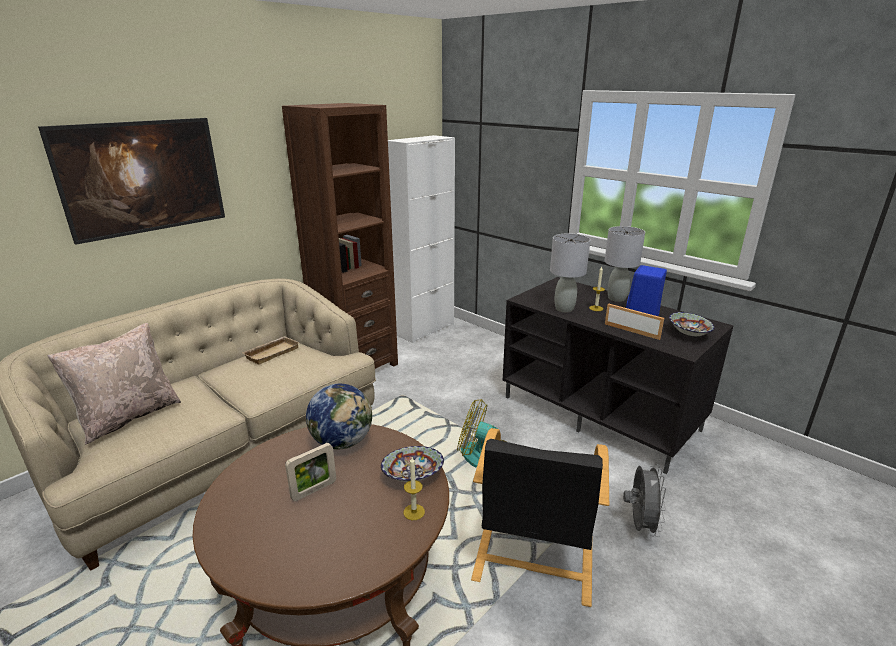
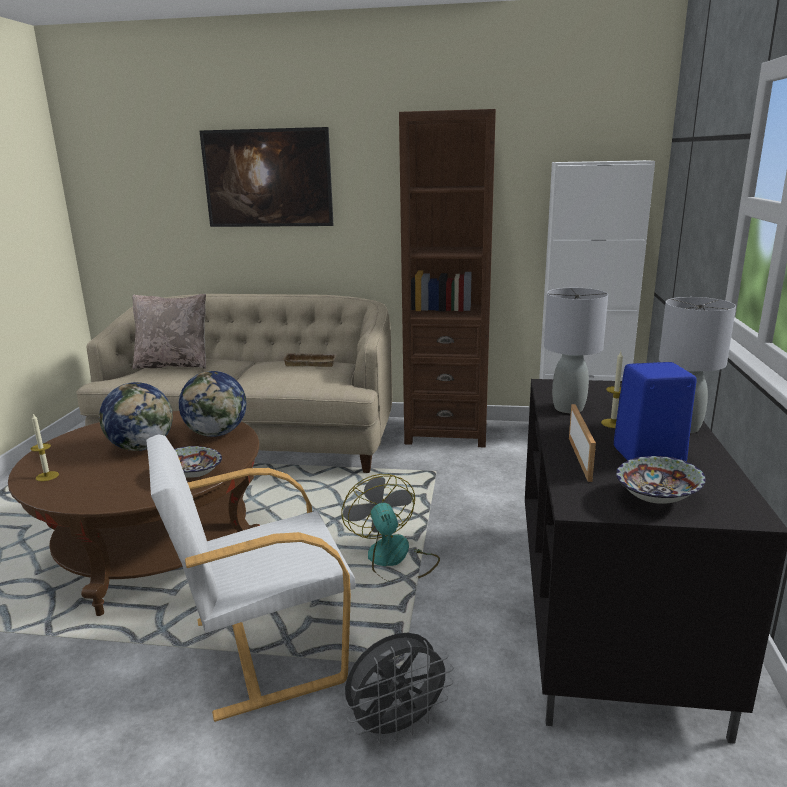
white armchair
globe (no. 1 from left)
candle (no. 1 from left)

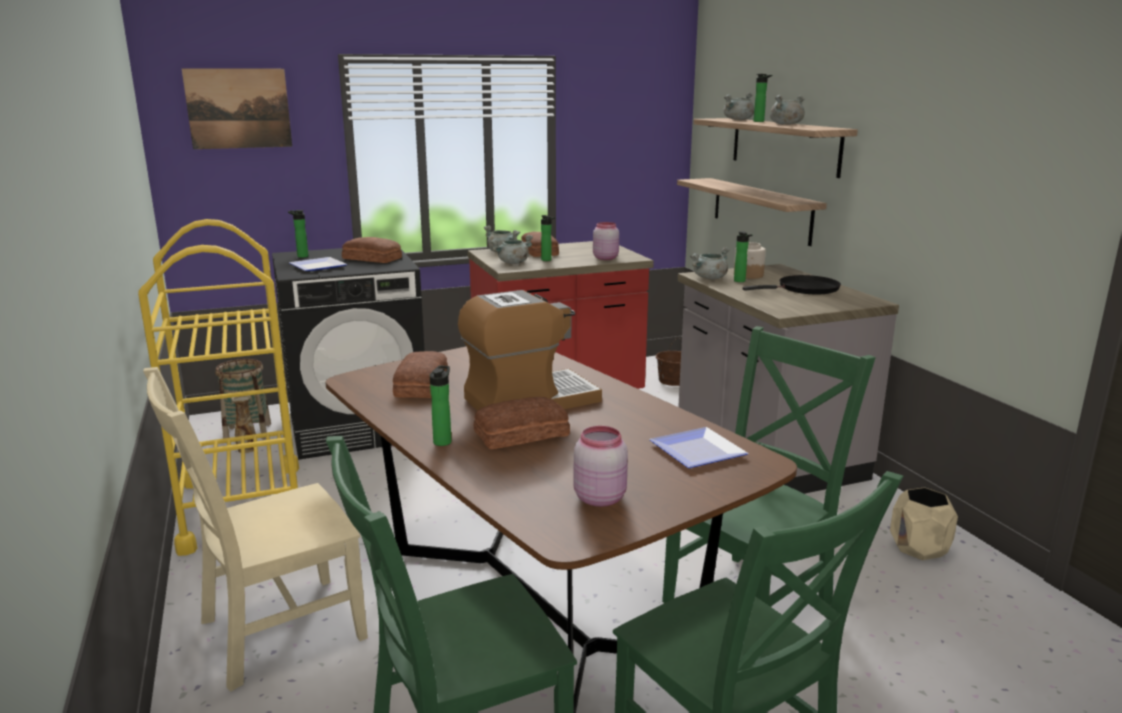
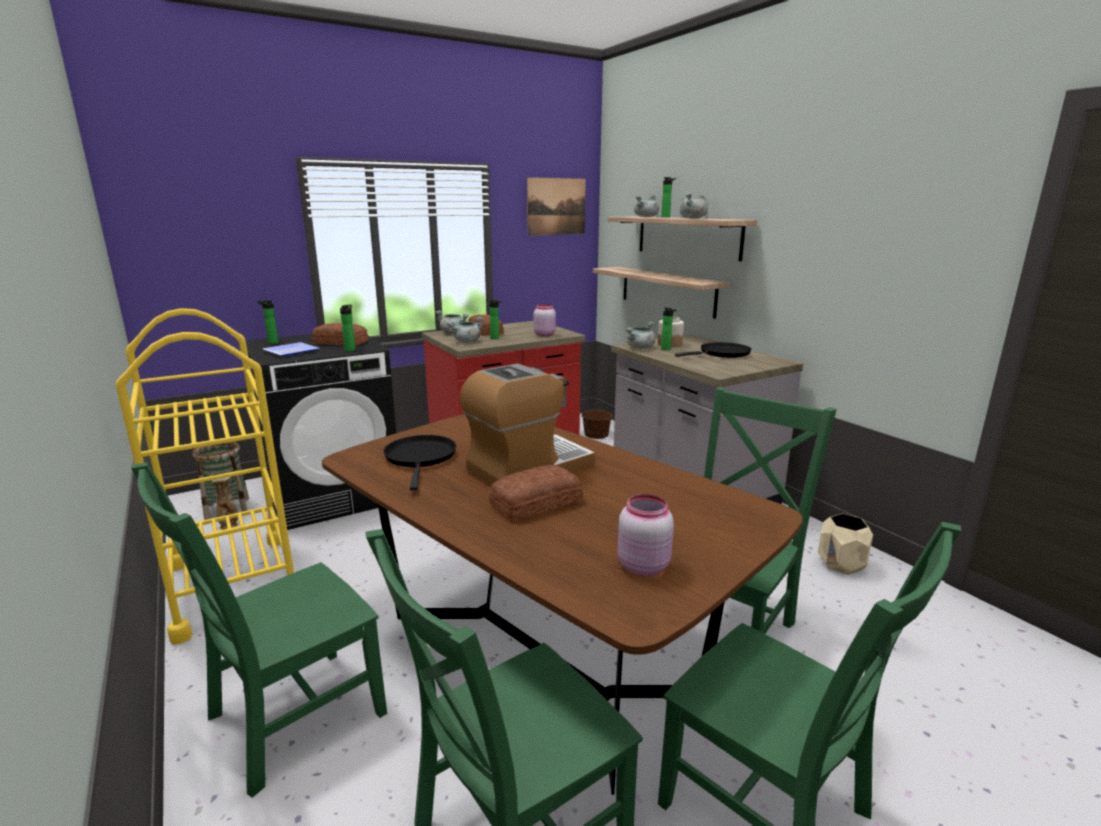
picture
black frying pan (no. 1 from left)
bottle (no. 2 from left)
green chair (no. 1 from left)
plate (no. 2 from left in the first image)

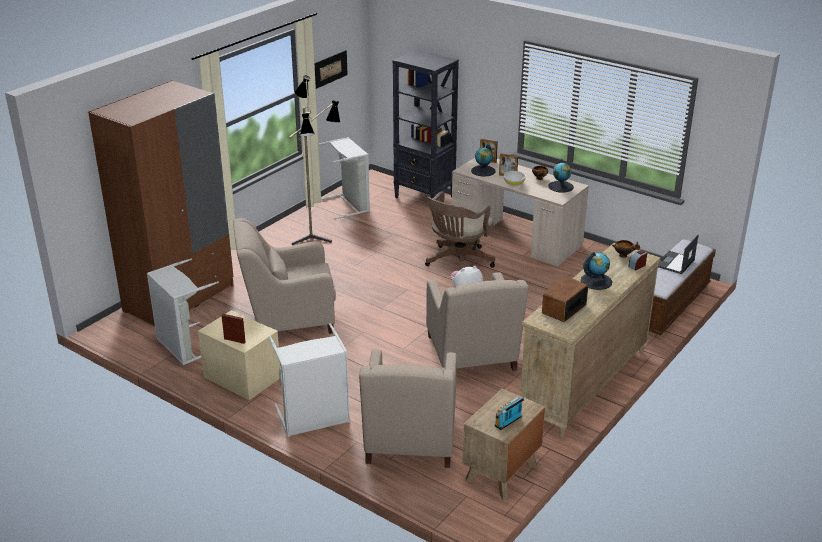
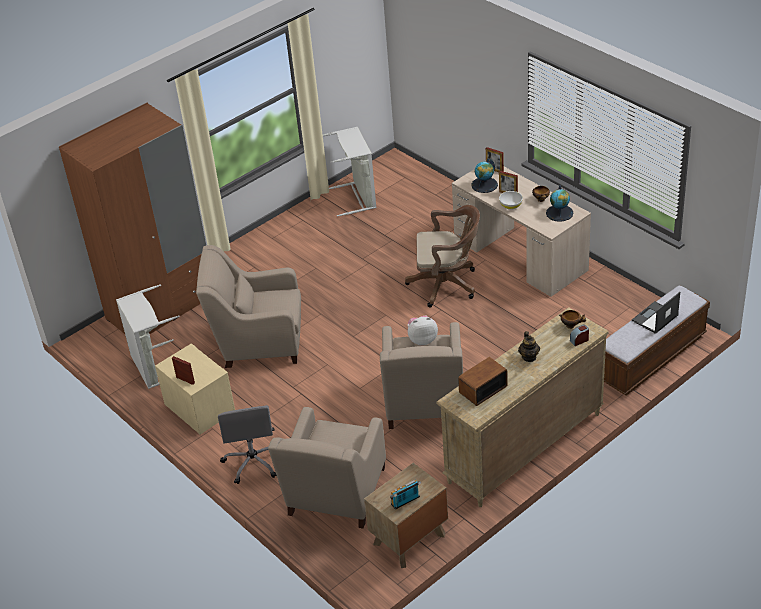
picture
black bookcase
floor lamp
brown office chair
teapot
grey office chair

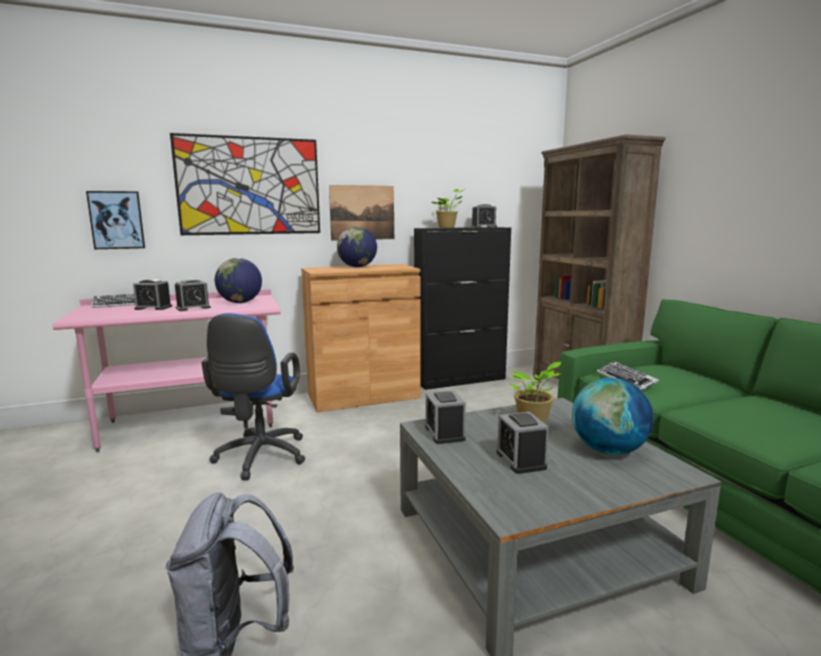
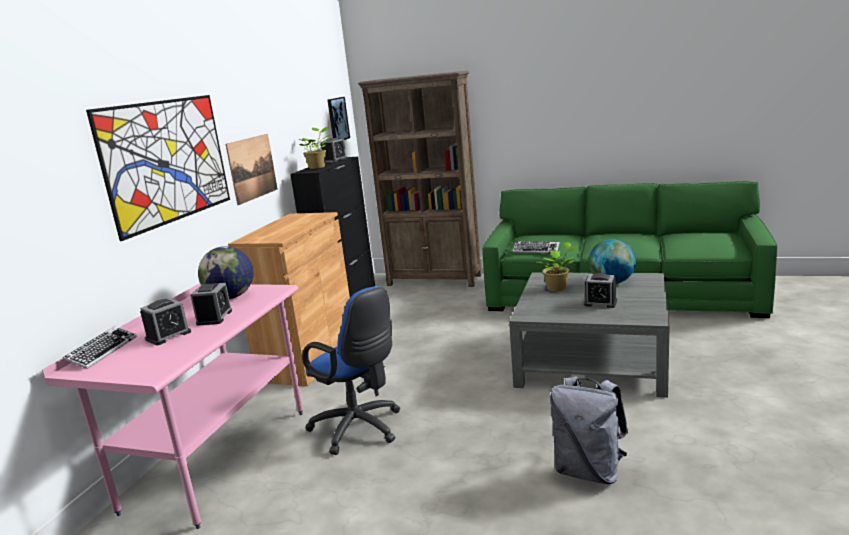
picture (no. 3 from left)
globe (no. 2 from left in the first image)
alarm clock (no. 3 from left in the first image)

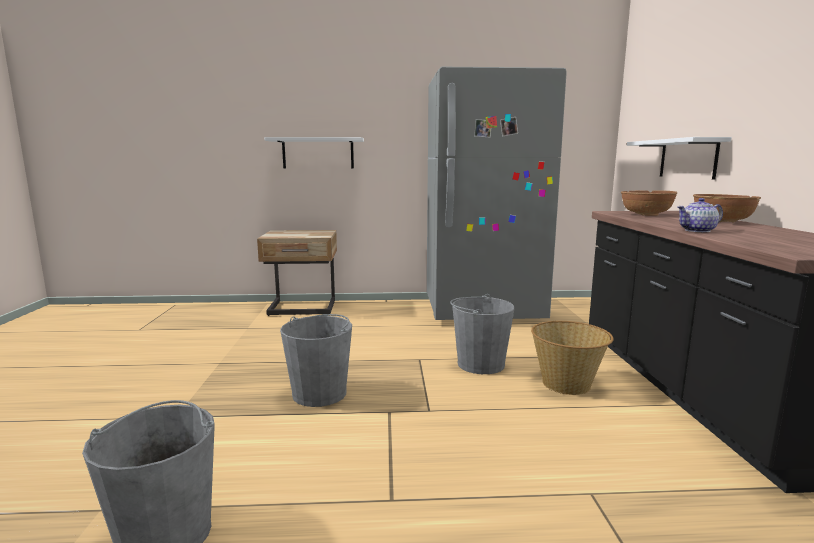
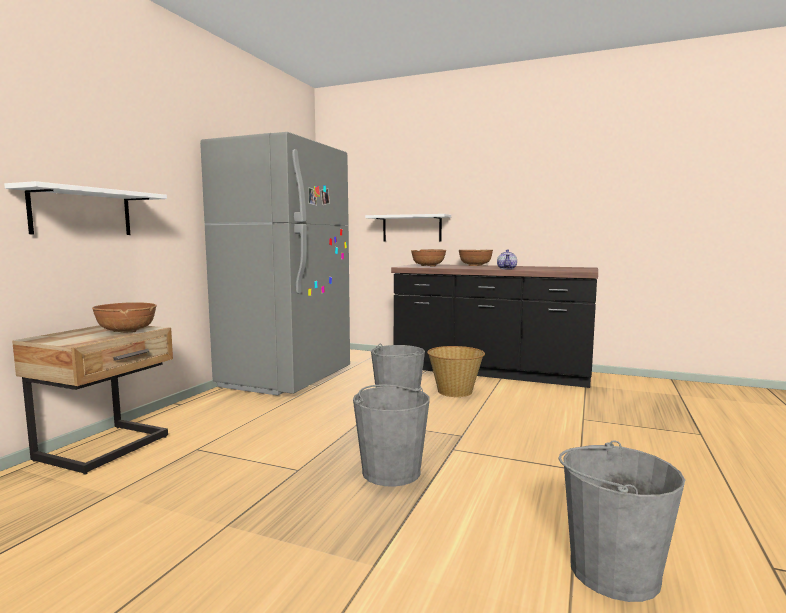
brown bowl (no. 1 from left)

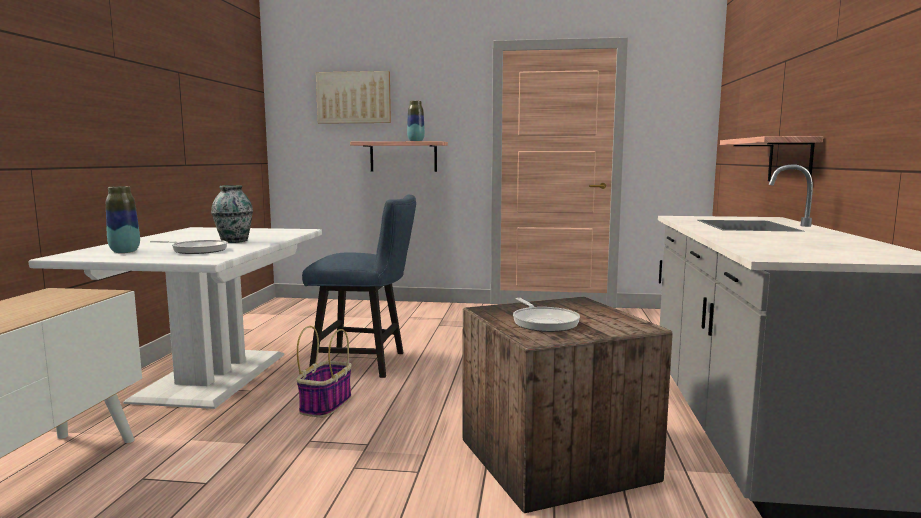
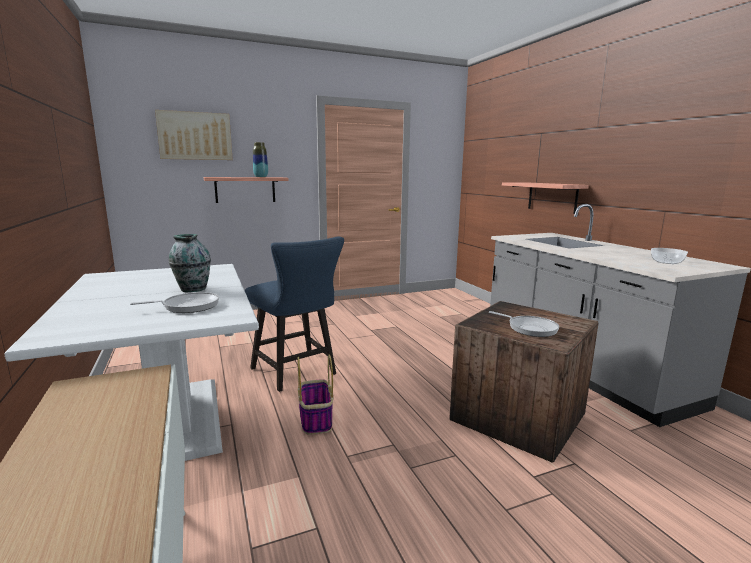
vase (no. 1 from left in the first image)
blue chair
bowl

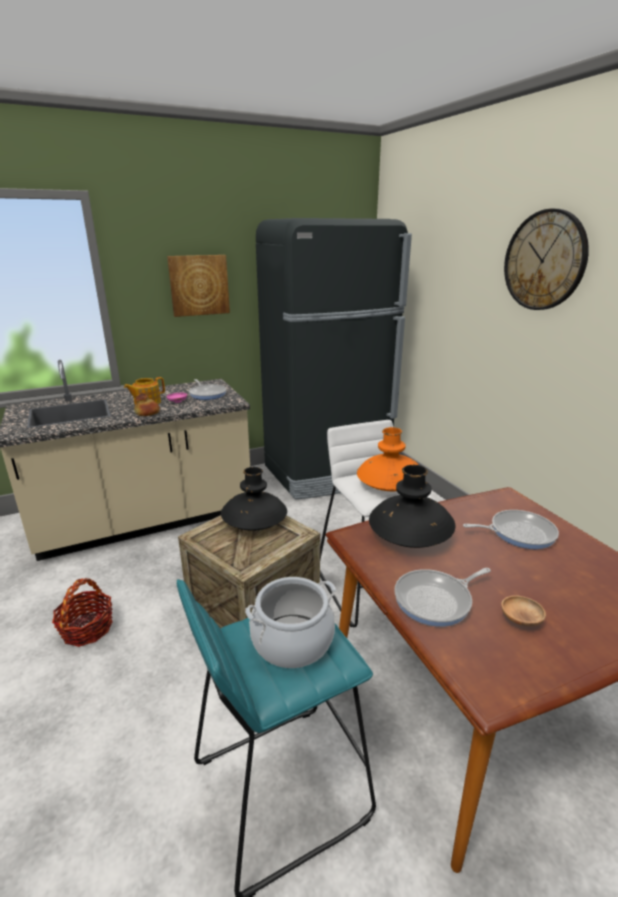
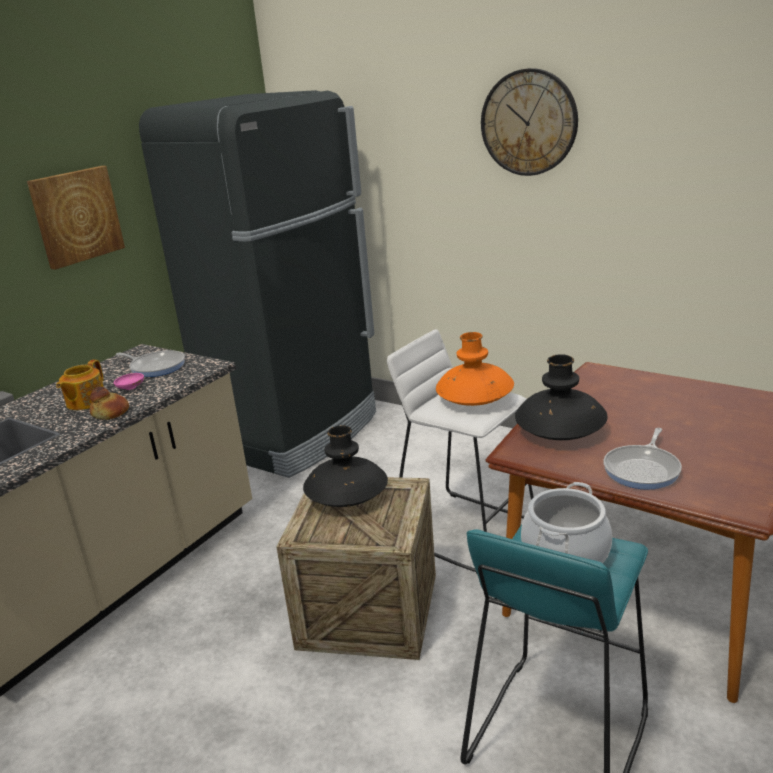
frying pan (no. 3 from left in the first image)
basket
brown bowl

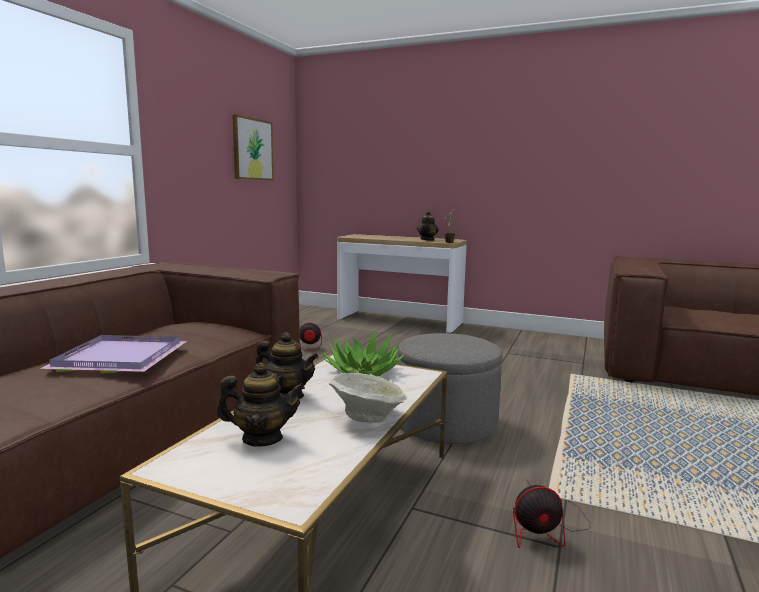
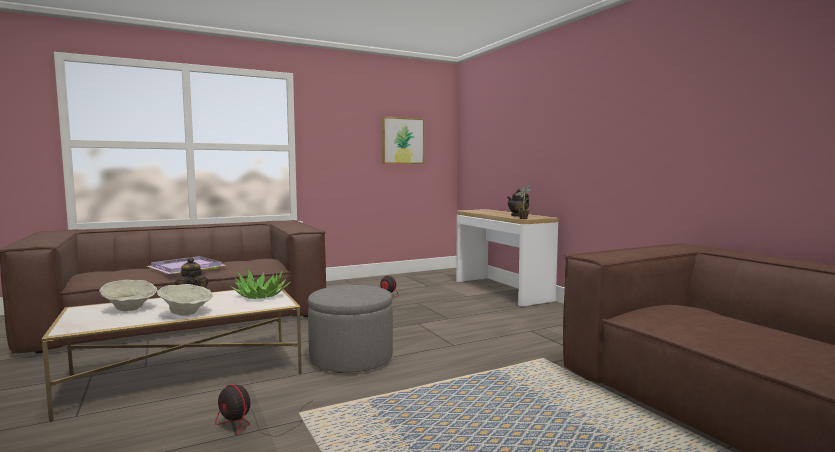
beige bowl (no. 1 from left)

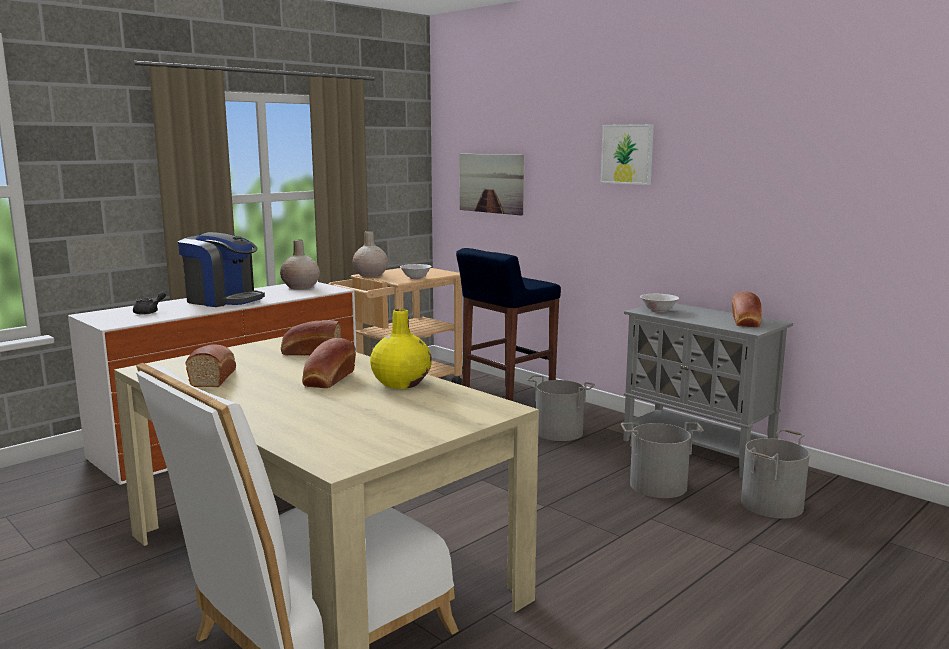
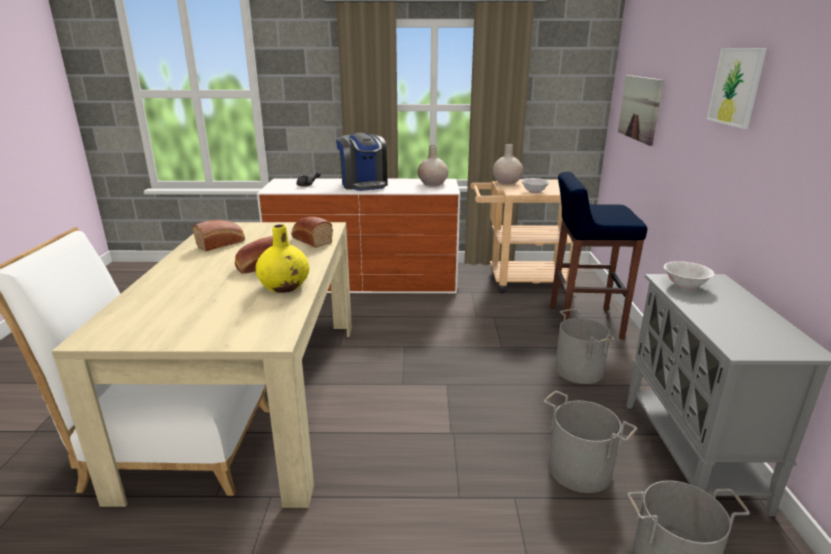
bread (no. 4 from left in the first image)

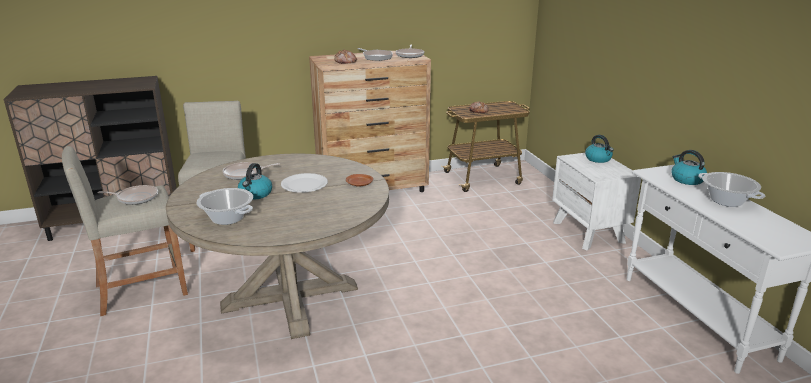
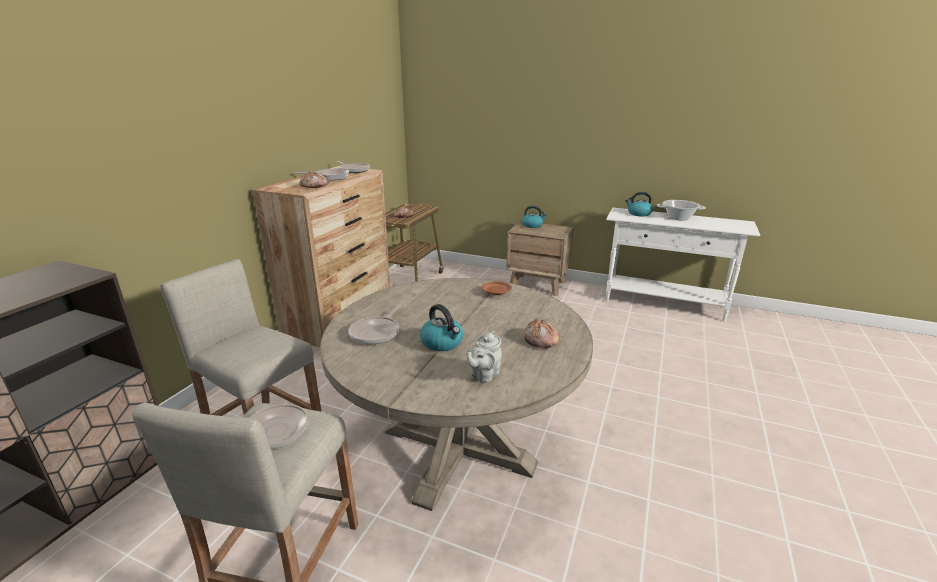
brown nightstand
white plate
grey teapot
bread (no. 3 from left)

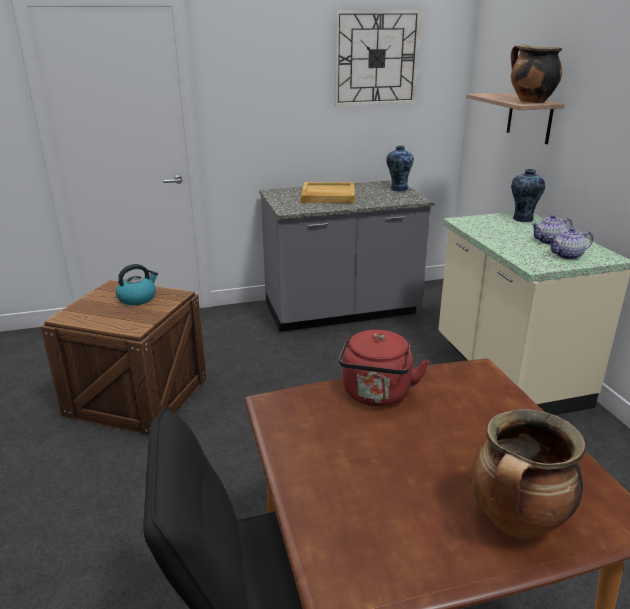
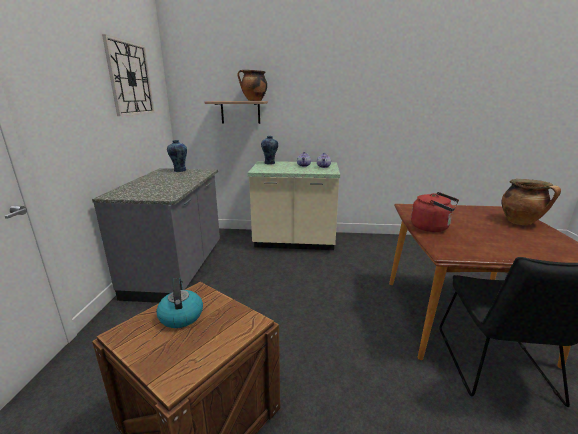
beige tray

